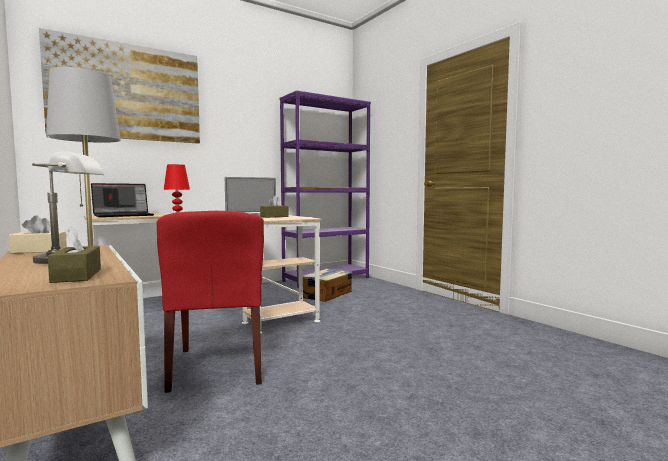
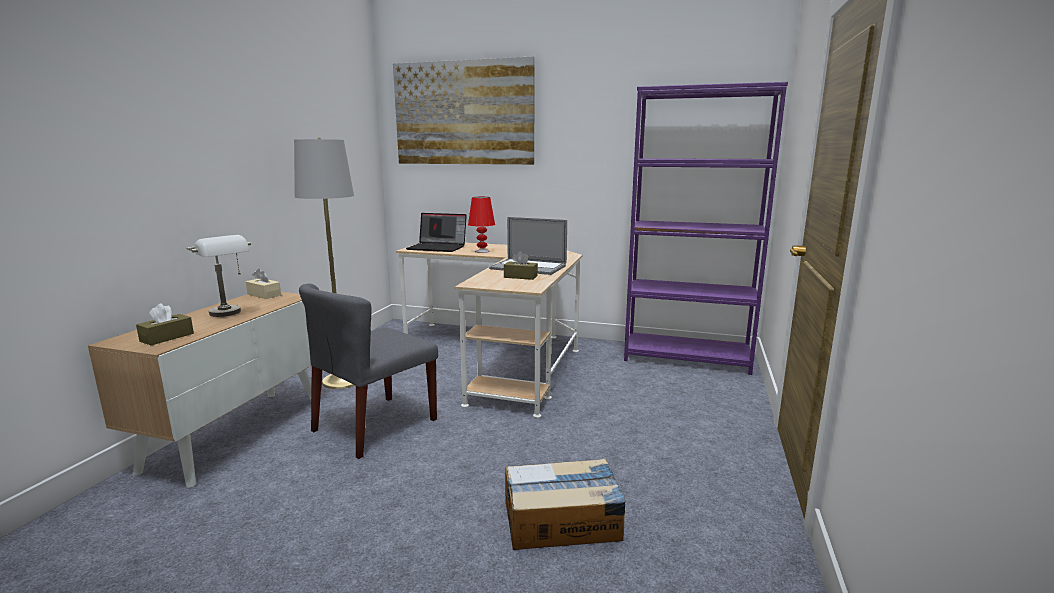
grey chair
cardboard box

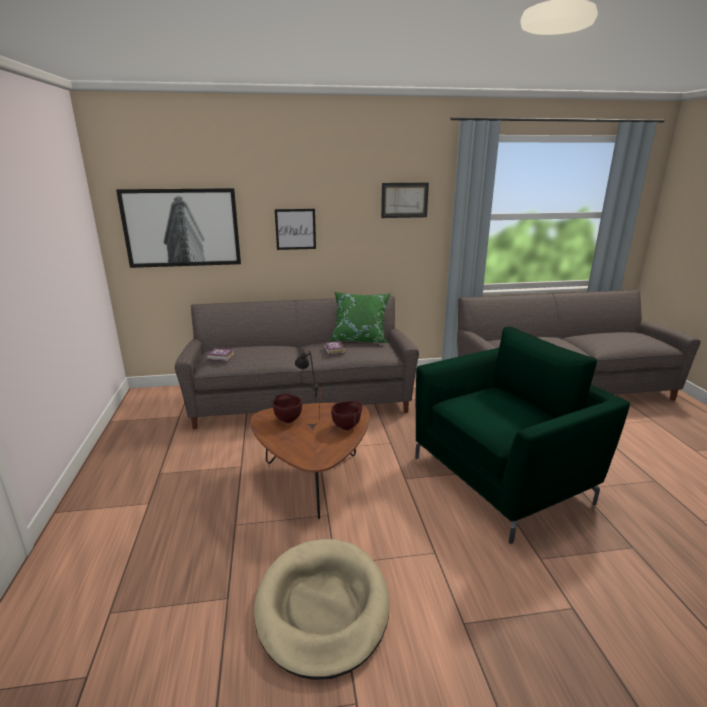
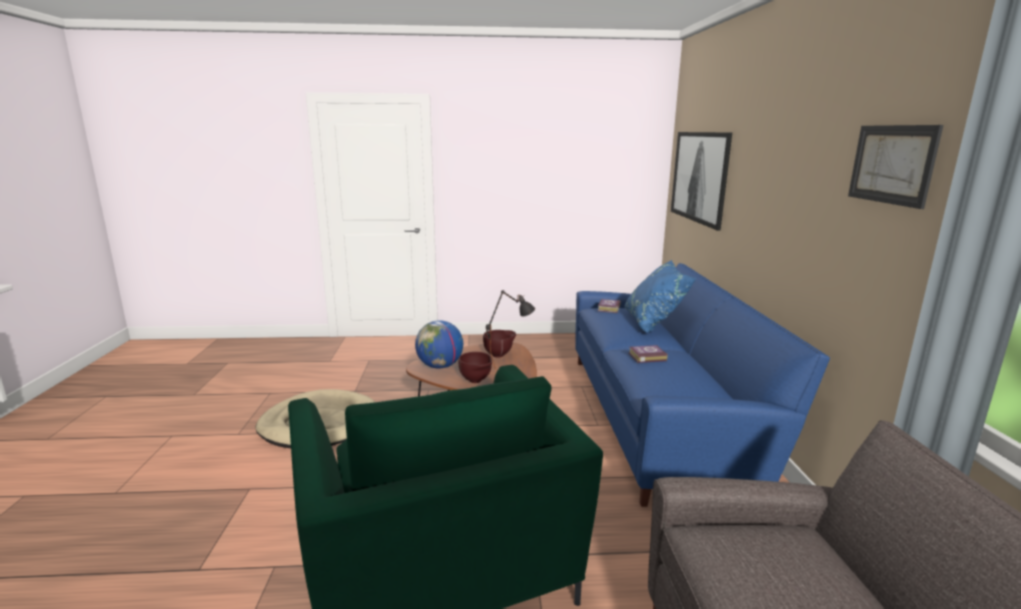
picture (no. 2 from left in the first image)
green pillow
blue sofa
blue pillow
globe

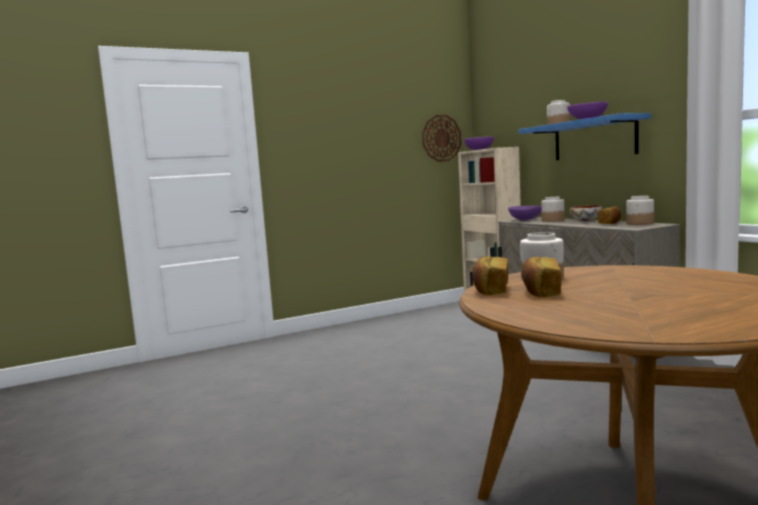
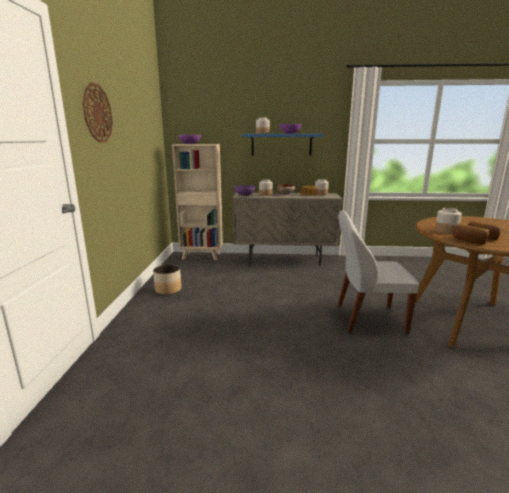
wall clock
white chair
planter

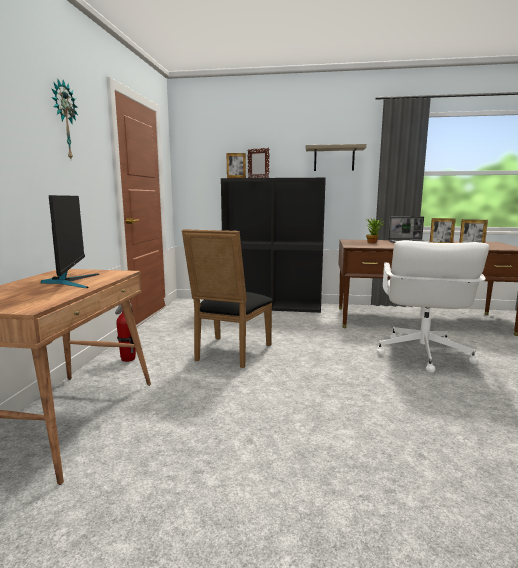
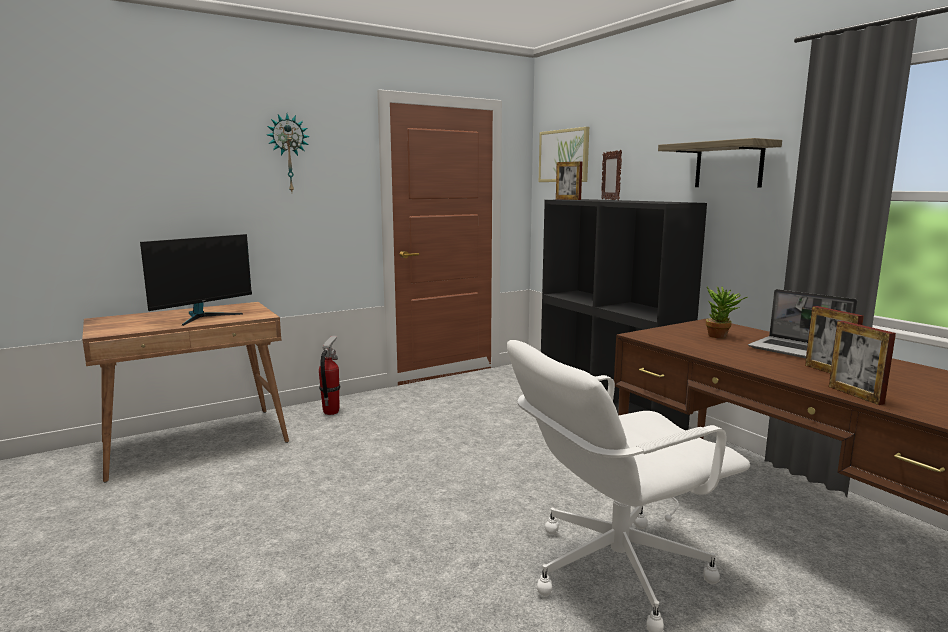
black chair
picture

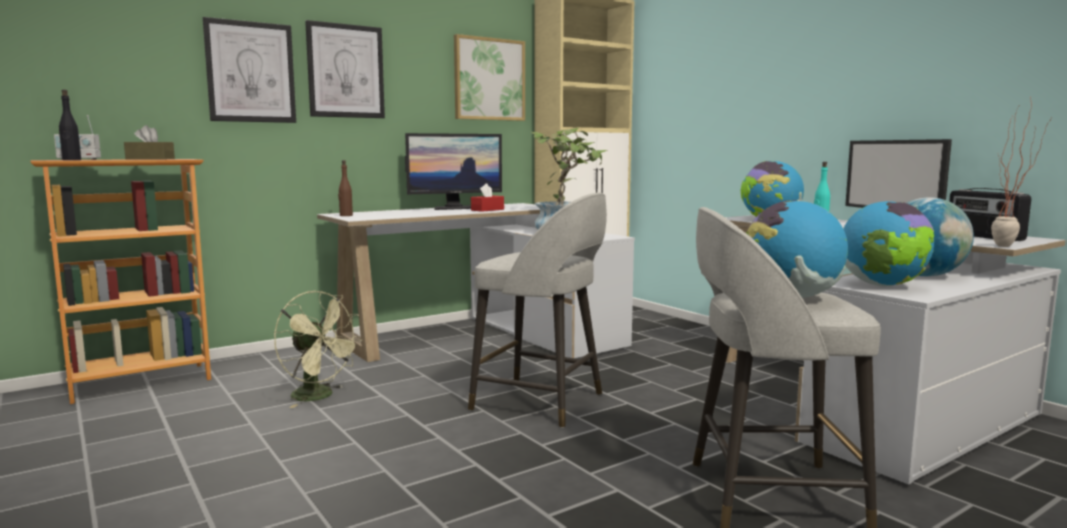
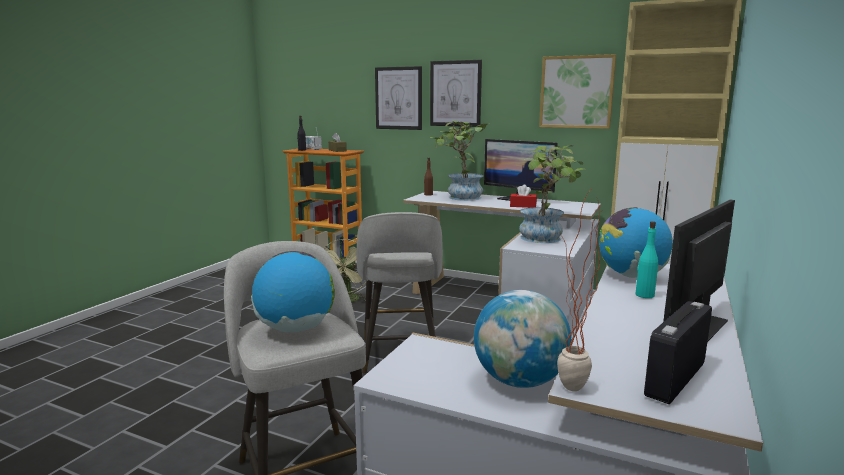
globe (no. 3 from left in the first image)
potted plant (no. 1 from left)

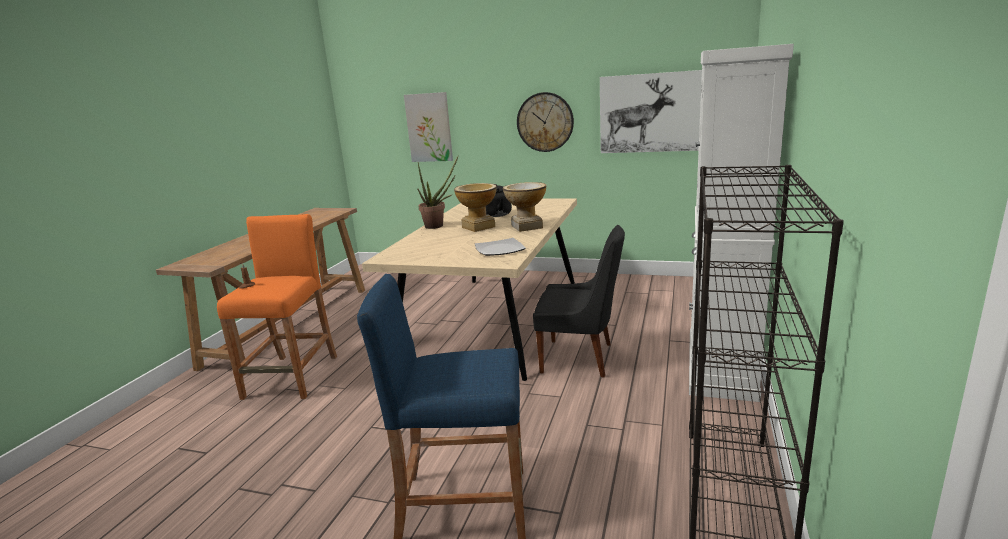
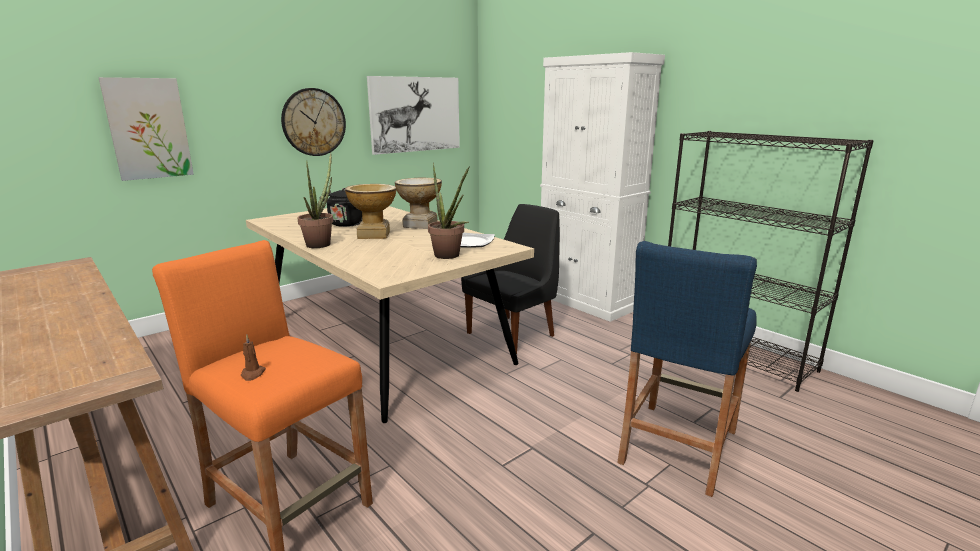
potted plant (no. 2 from left)

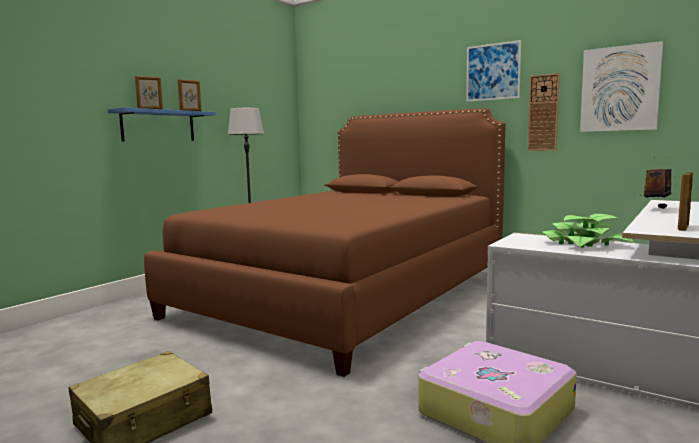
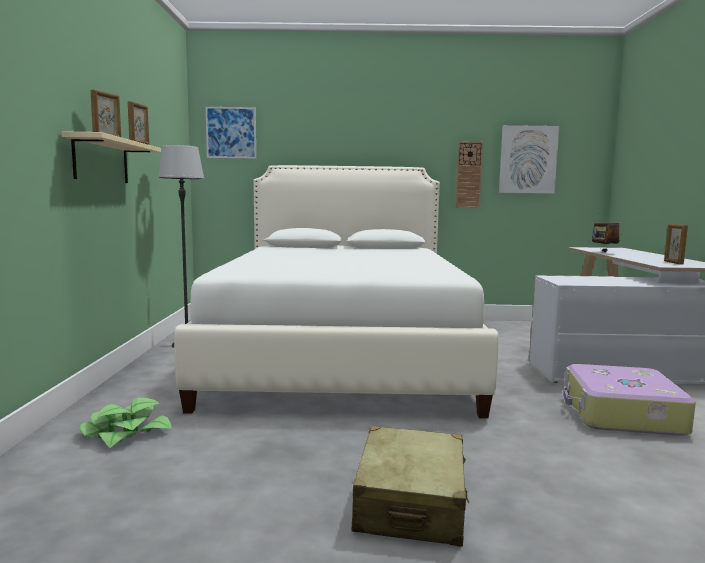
picture (no. 1 from left)
beige shelf
white bed
potted plant

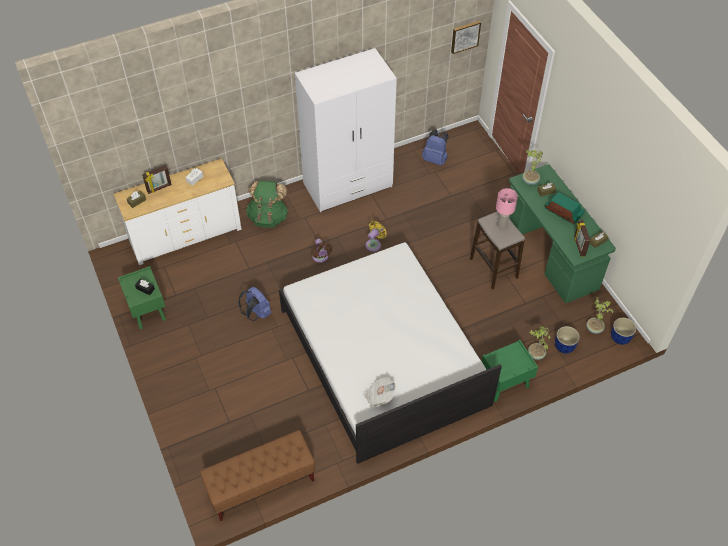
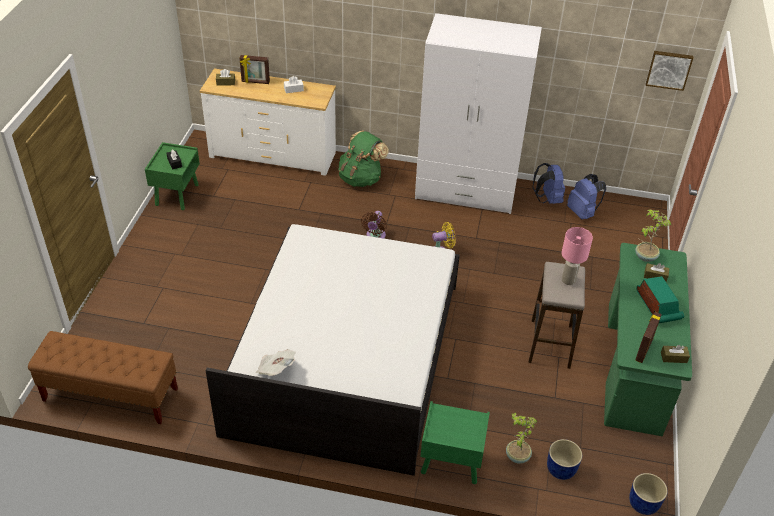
blue backpack (no. 1 from left)
potted plant (no. 3 from left in the first image)

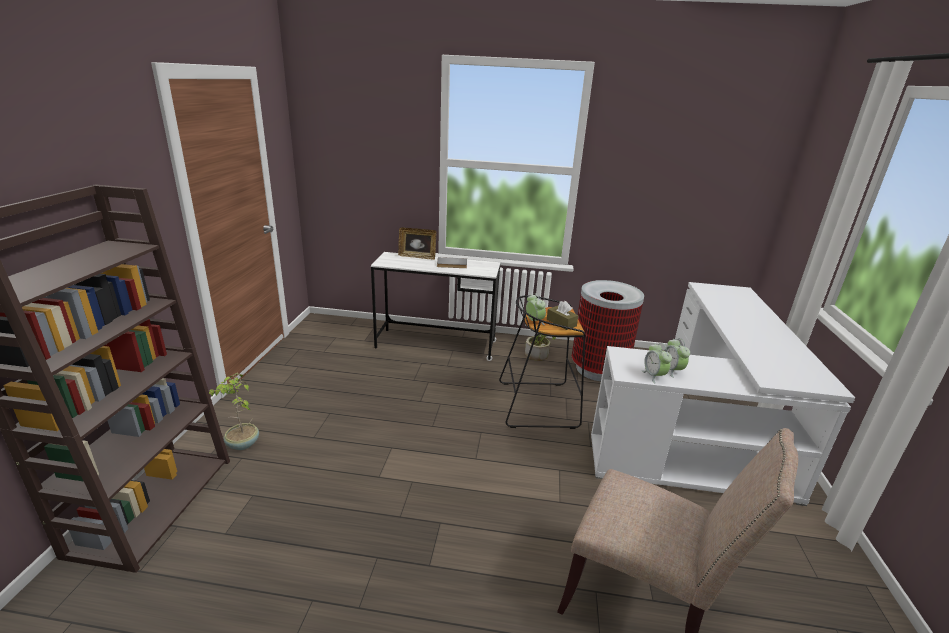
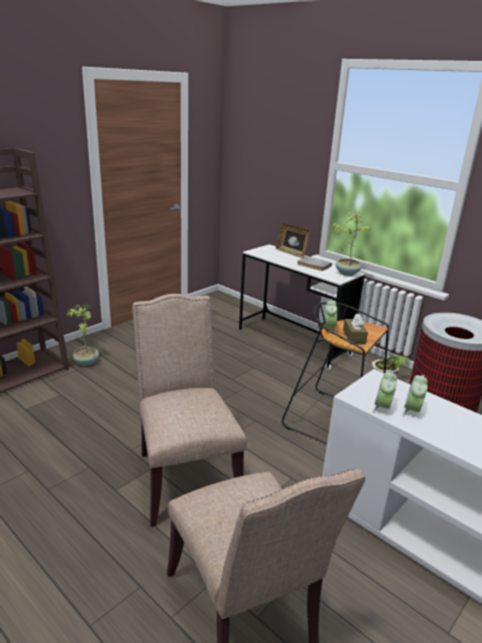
potted plant (no. 2 from left)
beige chair (no. 1 from left)

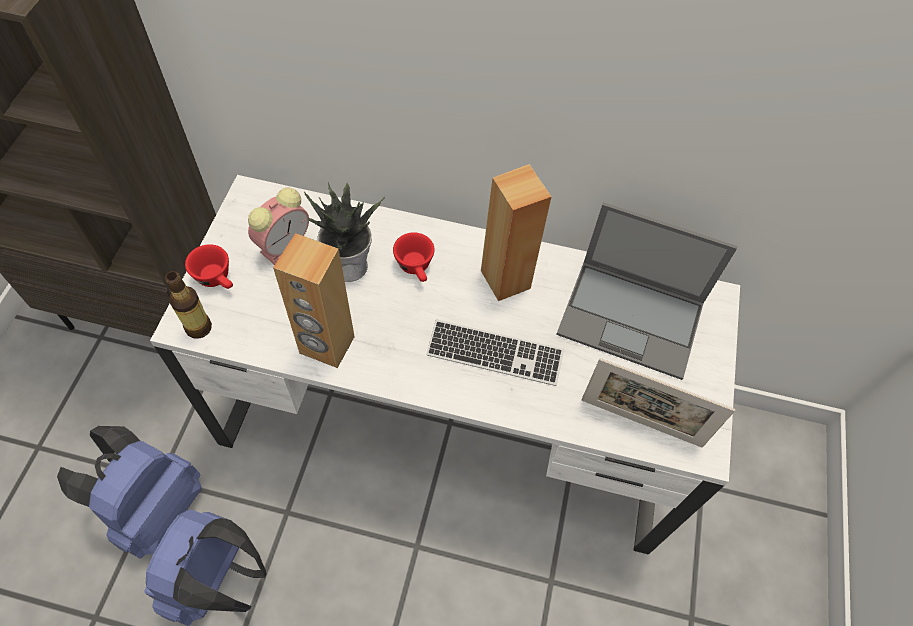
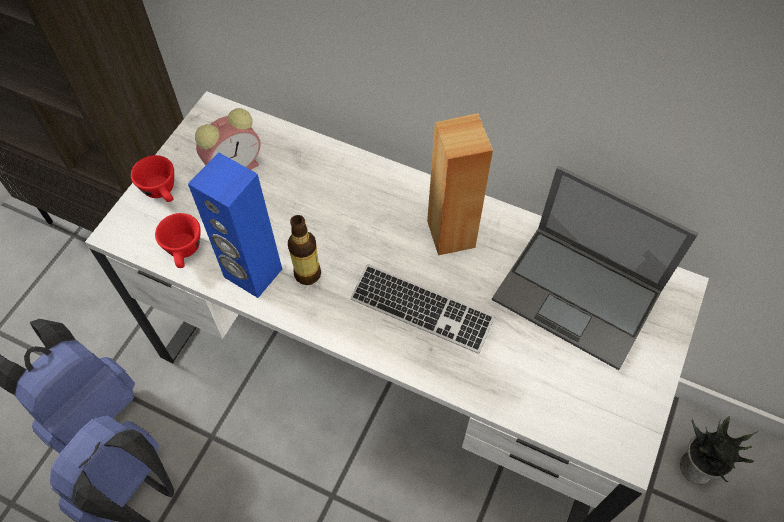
potted plant
red cup (no. 2 from left)
blue speaker
bottle
picture frame

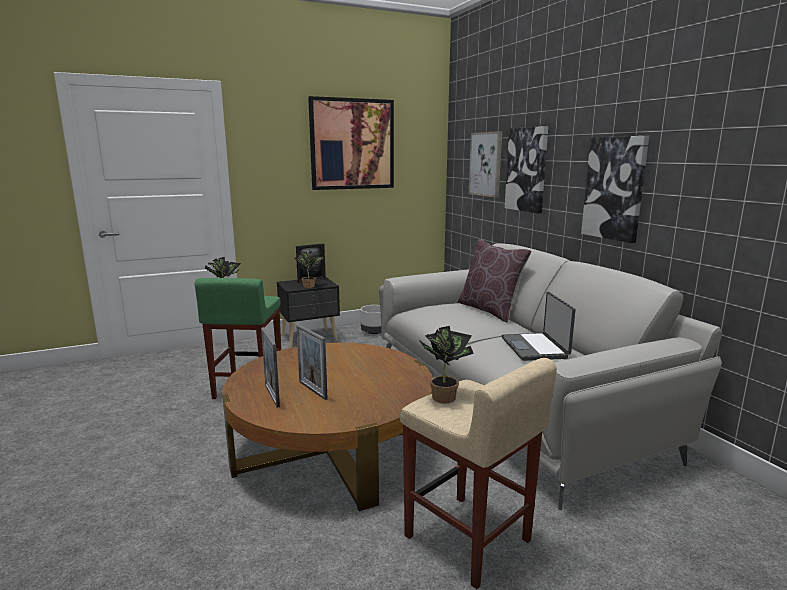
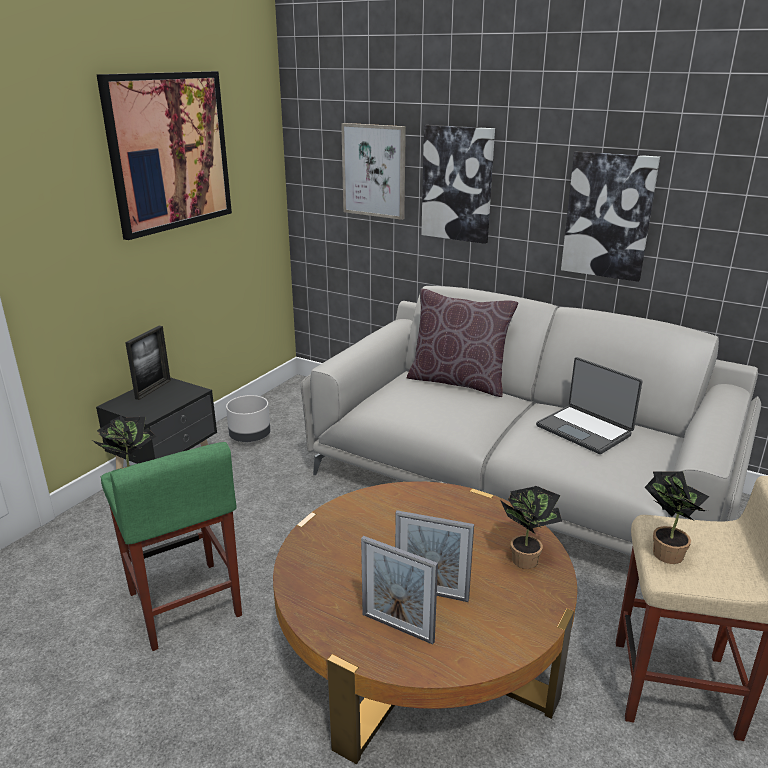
potted plant (no. 2 from left)

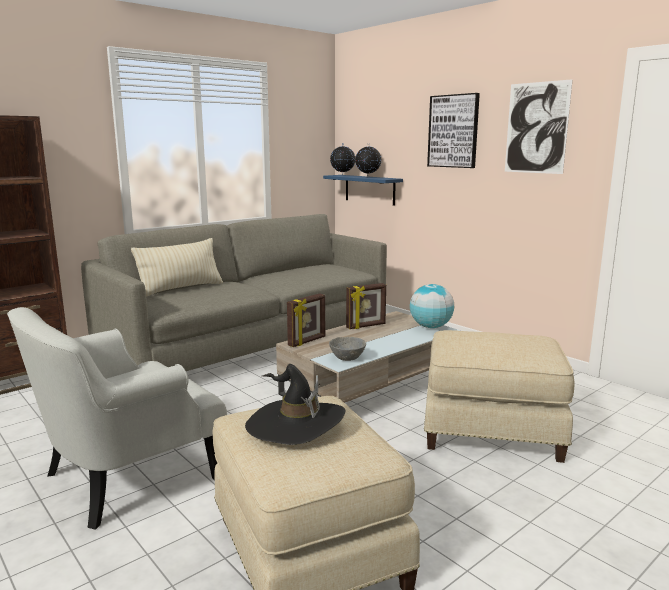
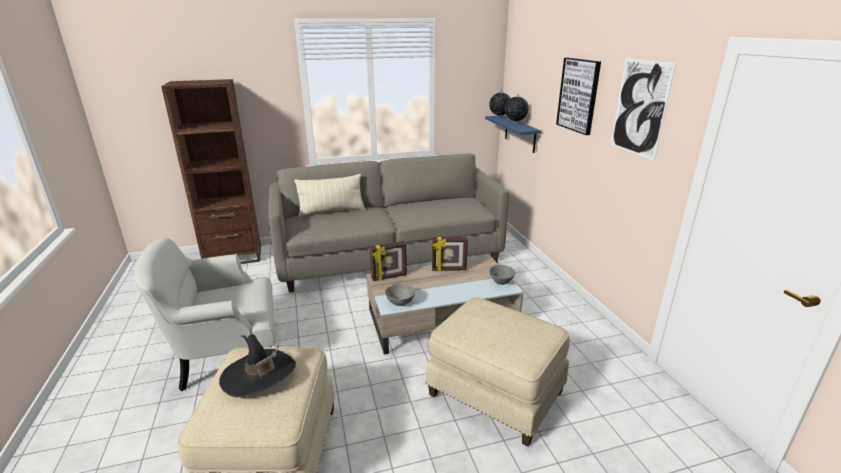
grey bowl (no. 2 from left)

